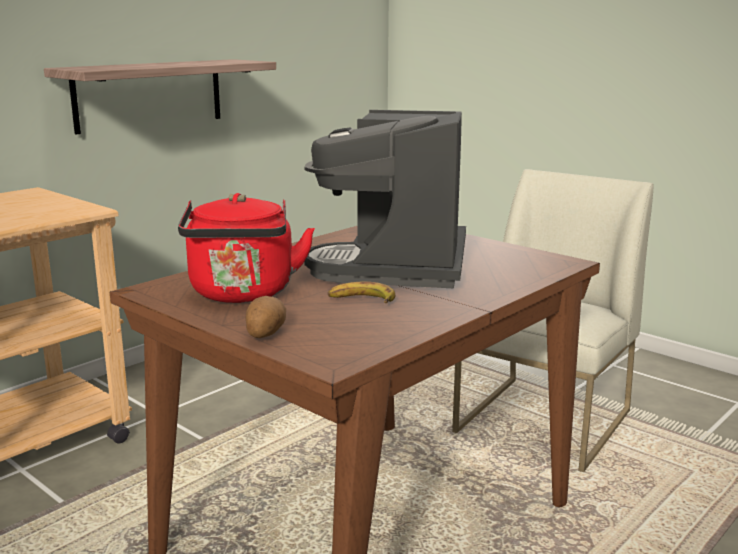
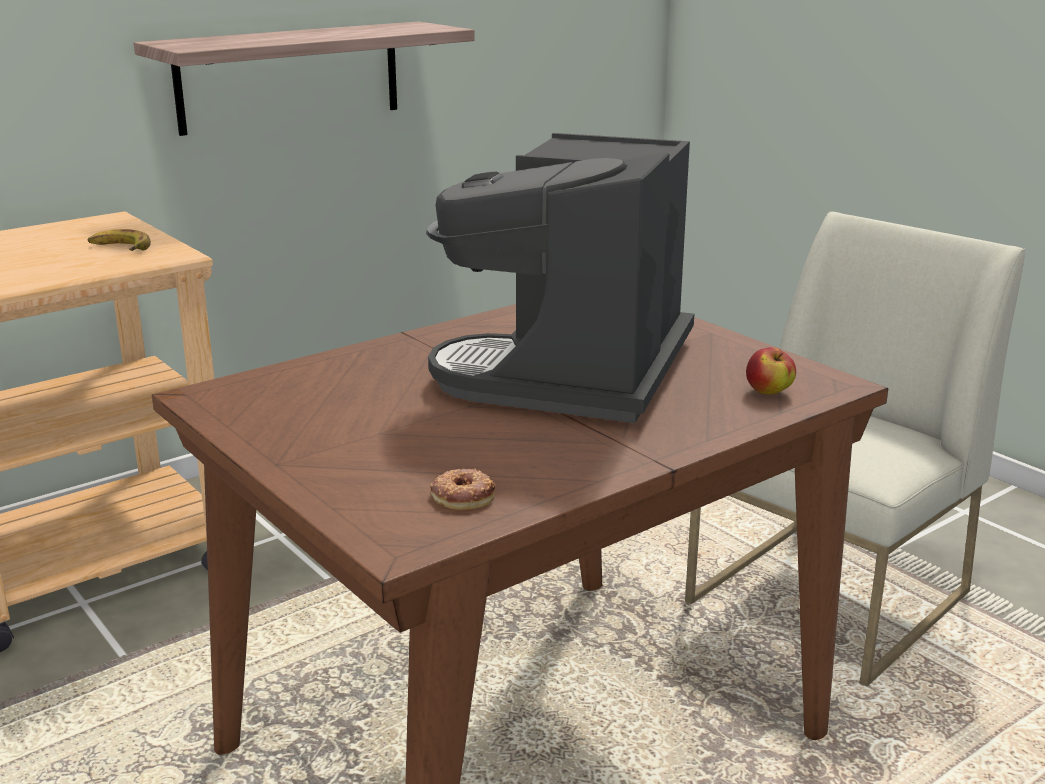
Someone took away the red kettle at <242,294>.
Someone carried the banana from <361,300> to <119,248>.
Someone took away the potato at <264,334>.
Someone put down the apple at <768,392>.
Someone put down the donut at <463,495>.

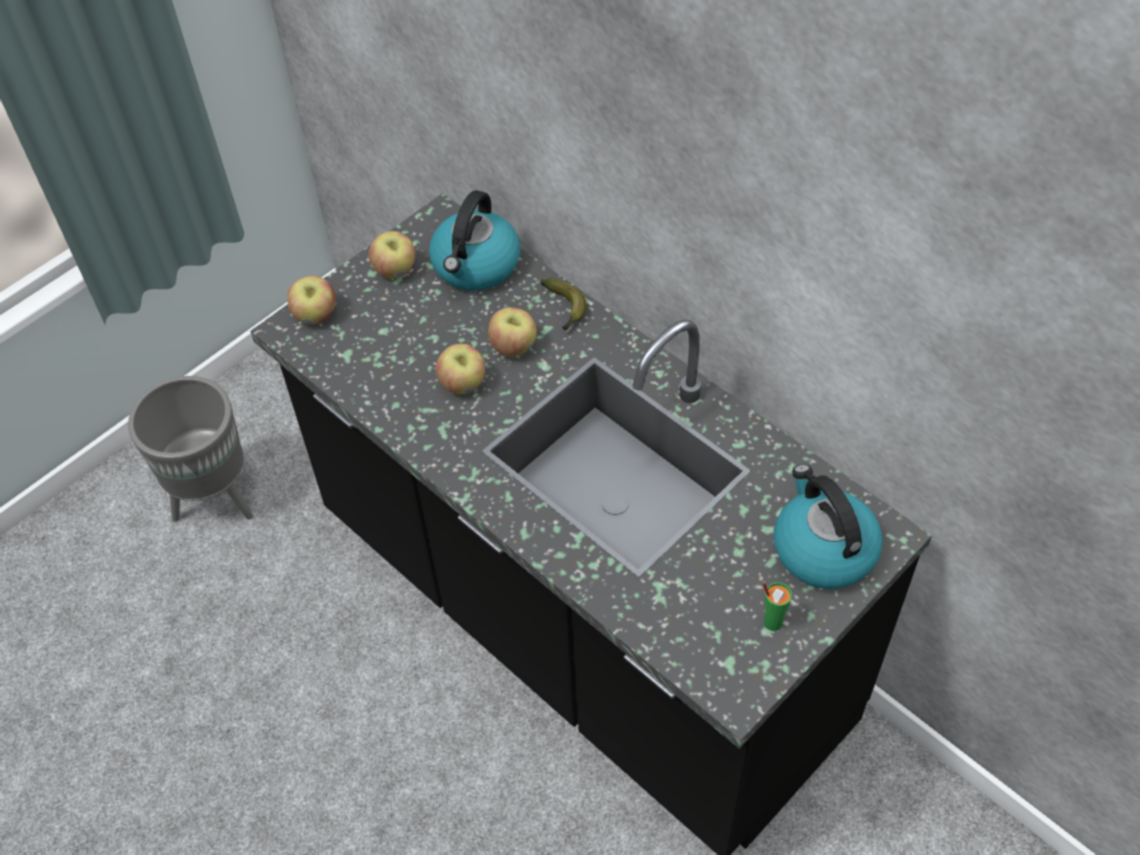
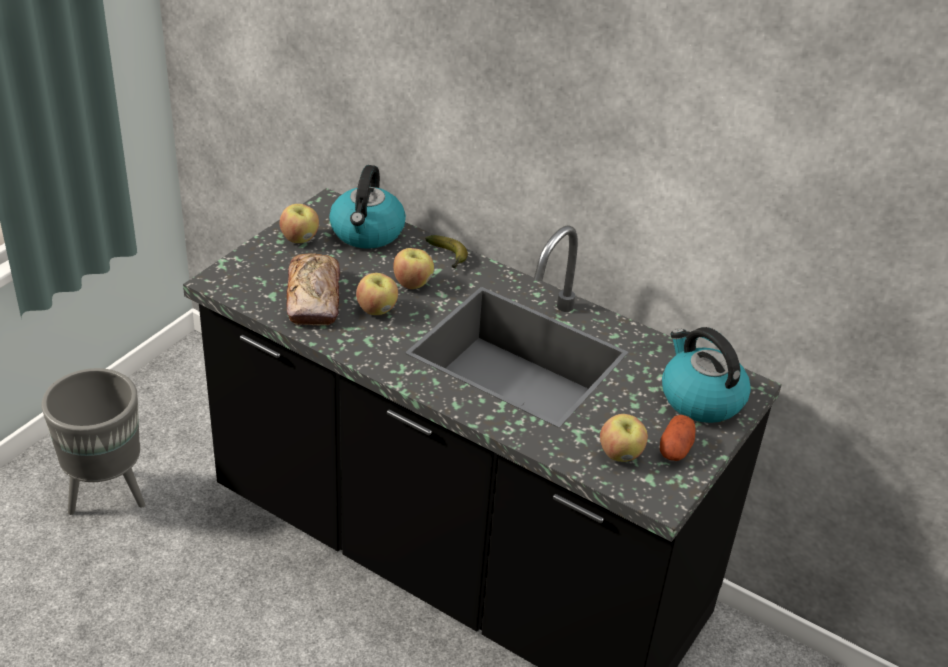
Someone carried the apple from <315,315> to <621,454>.
Someone swapped the green cup at <772,622> for the potato at <675,449>.
Someone put down the bread at <314,298>.

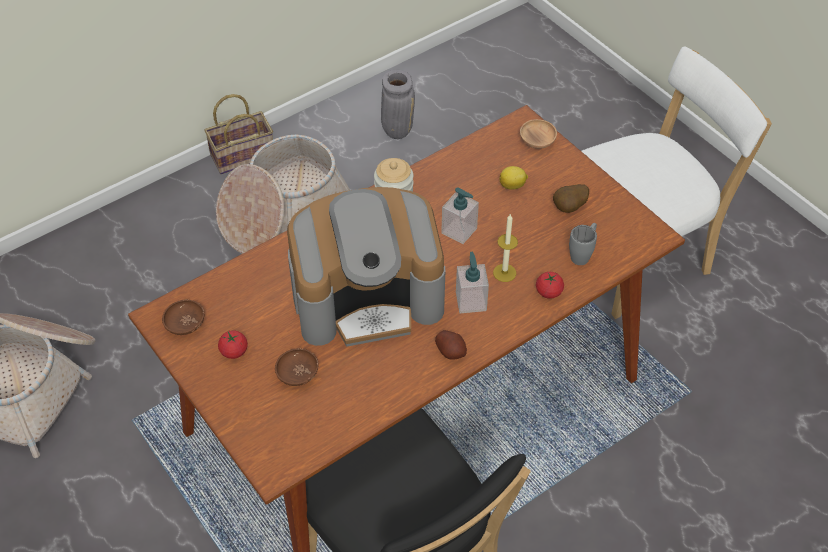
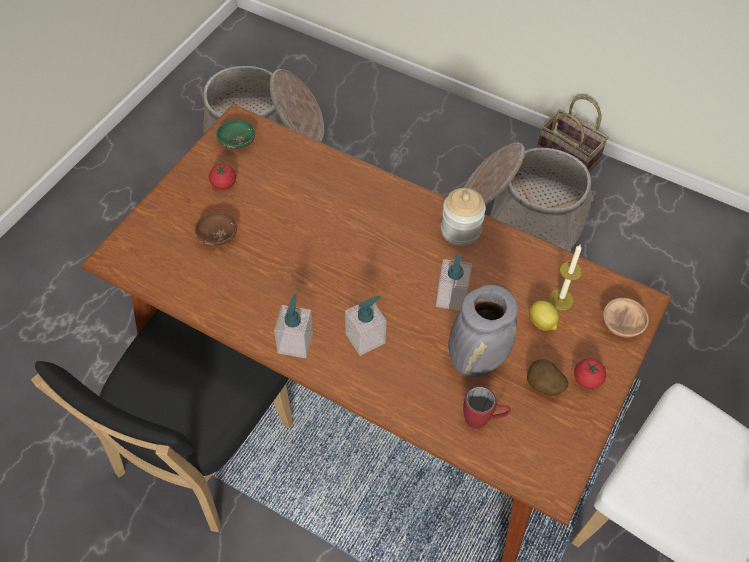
Someone carried the grey vase from <396,130> to <477,360>.
Someone took away the coffee machine at <368,297>.
Someone carried the candle from <504,273> to <561,299>.
Someone repainted the grey mug at <582,254>, which became the red mug at <483,420>.
Someone carried the tomato from <548,292> to <587,379>.
Someone repainted the brown bowl at <185,325>, which became the green bowl at <237,142>.
Someone swapped the potato at <451,351> for the soap dispenser at <295,343>.

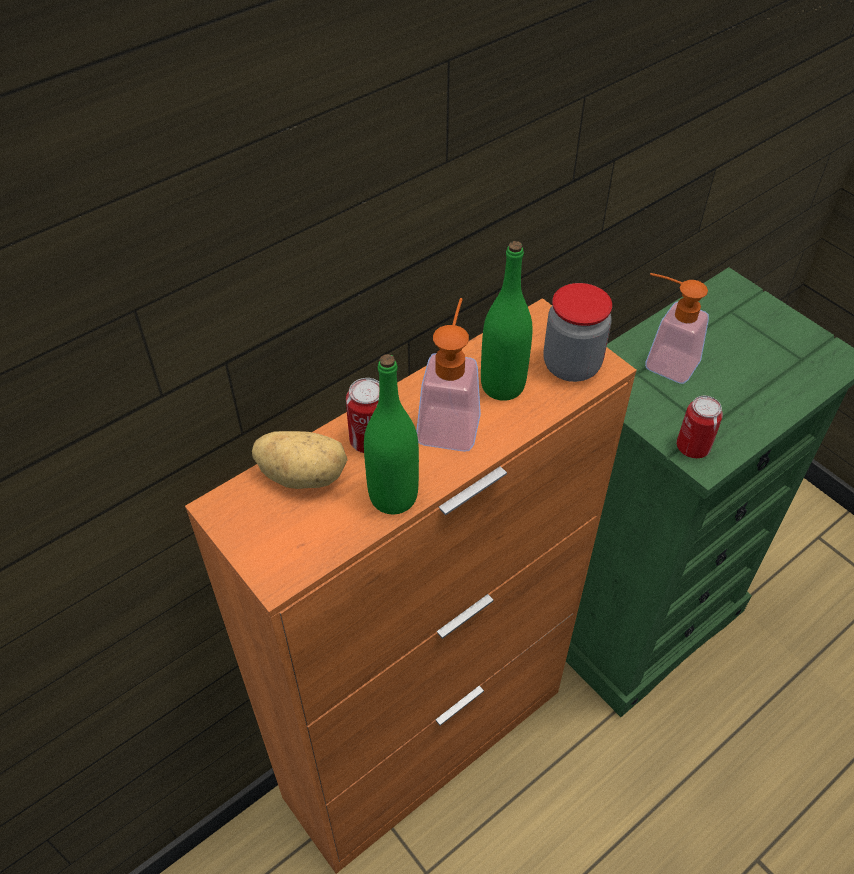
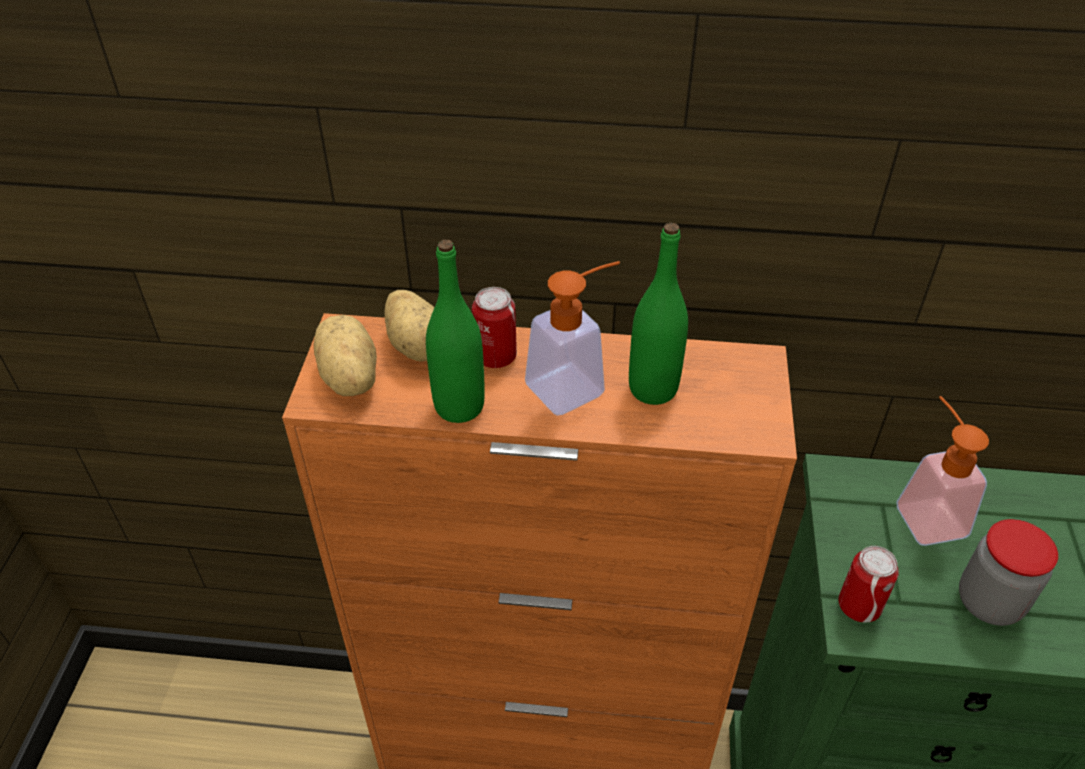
Someone carried the jar from <571,365> to <989,602>.
Someone put down the potato at <347,378>.

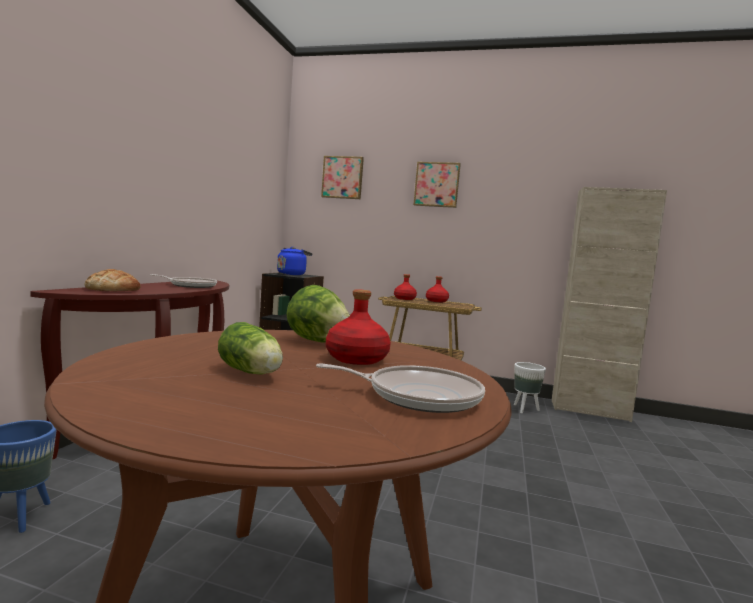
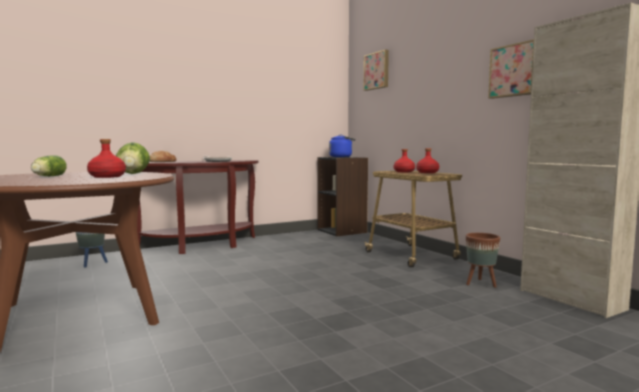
Someone carried the picture from <437,185> to <514,70>.
Someone repainted the white planter at <524,409>, which became the brown planter at <481,284>.
Someone took away the frying pan at <418,396>.

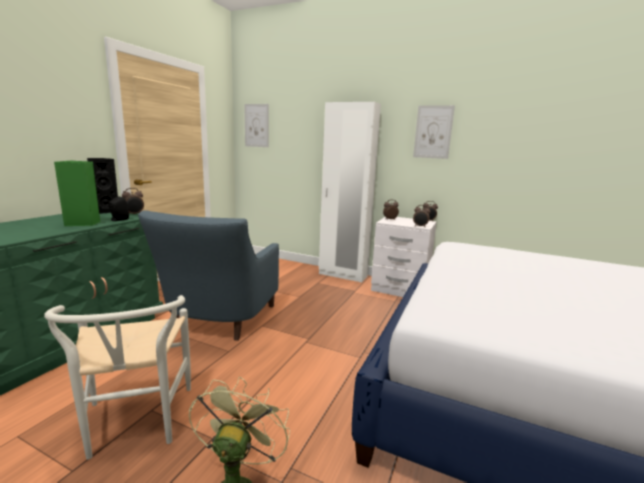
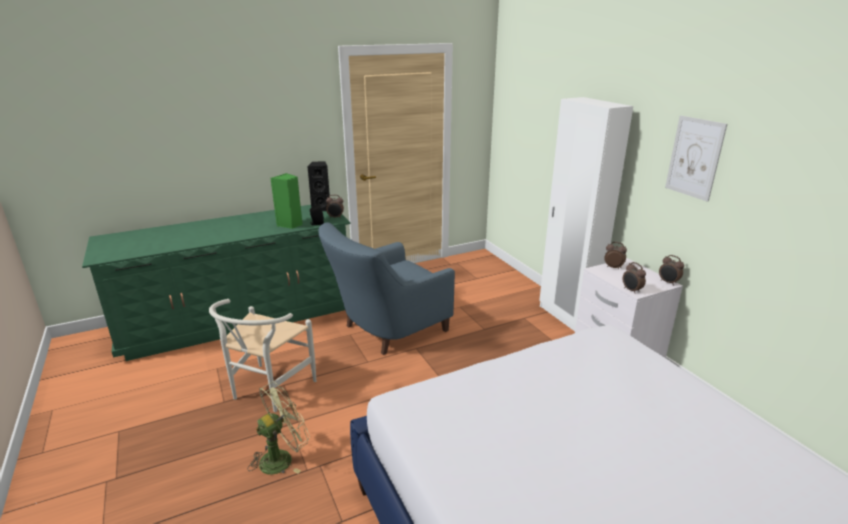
Someone took away the picture at <256,125>.

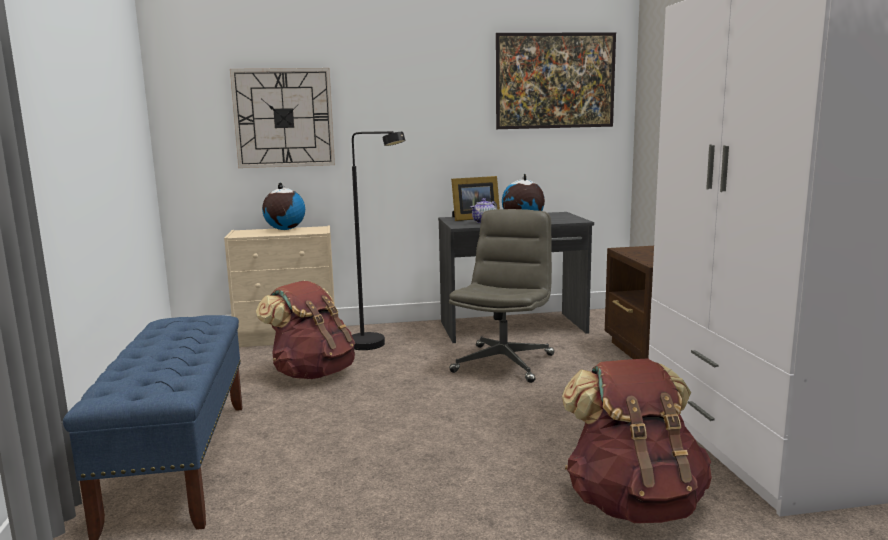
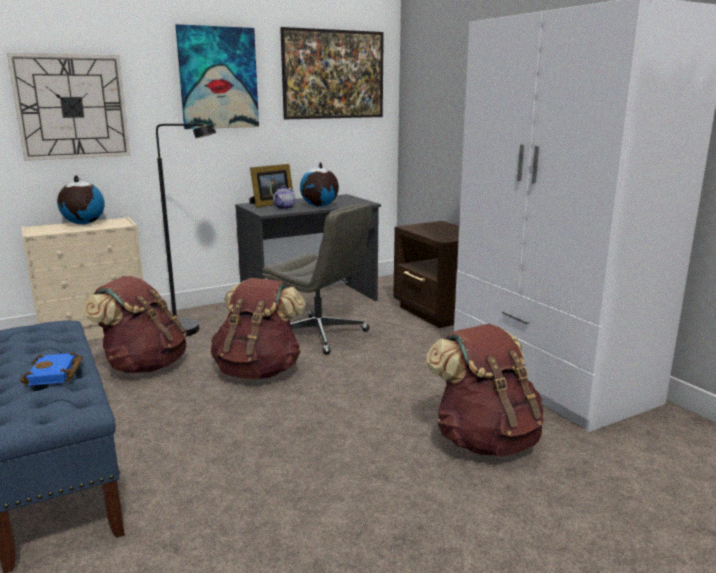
Someone rotated the grey office chair at <503,363> by 120 degrees clockwise.
Someone put up the picture at <218,78>.
Someone put down the brown backpack at <259,371>.
Someone put down the blue book at <55,374>.

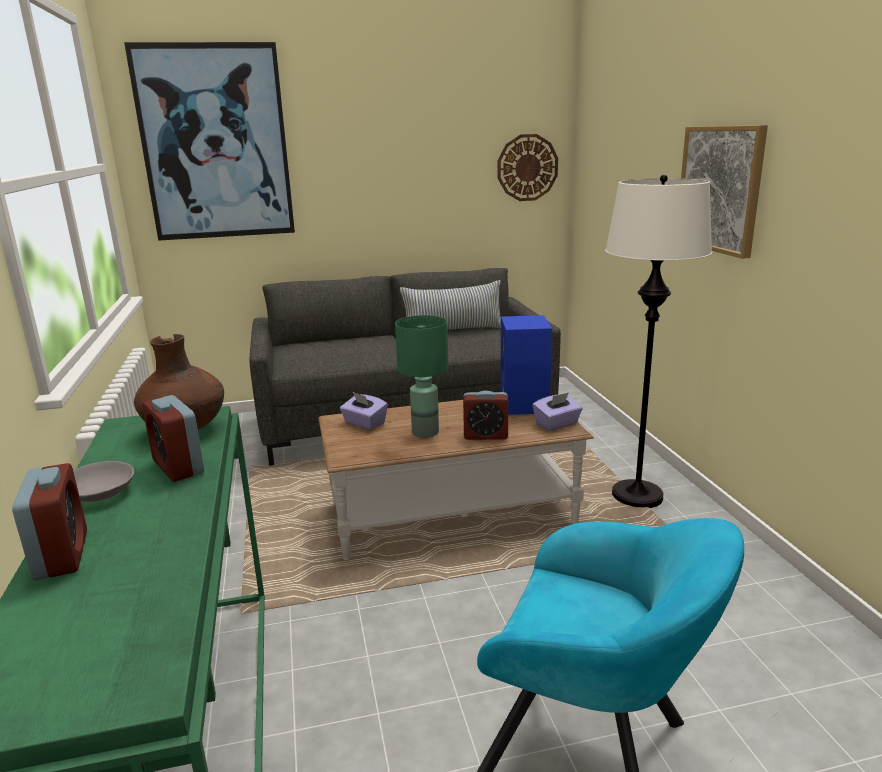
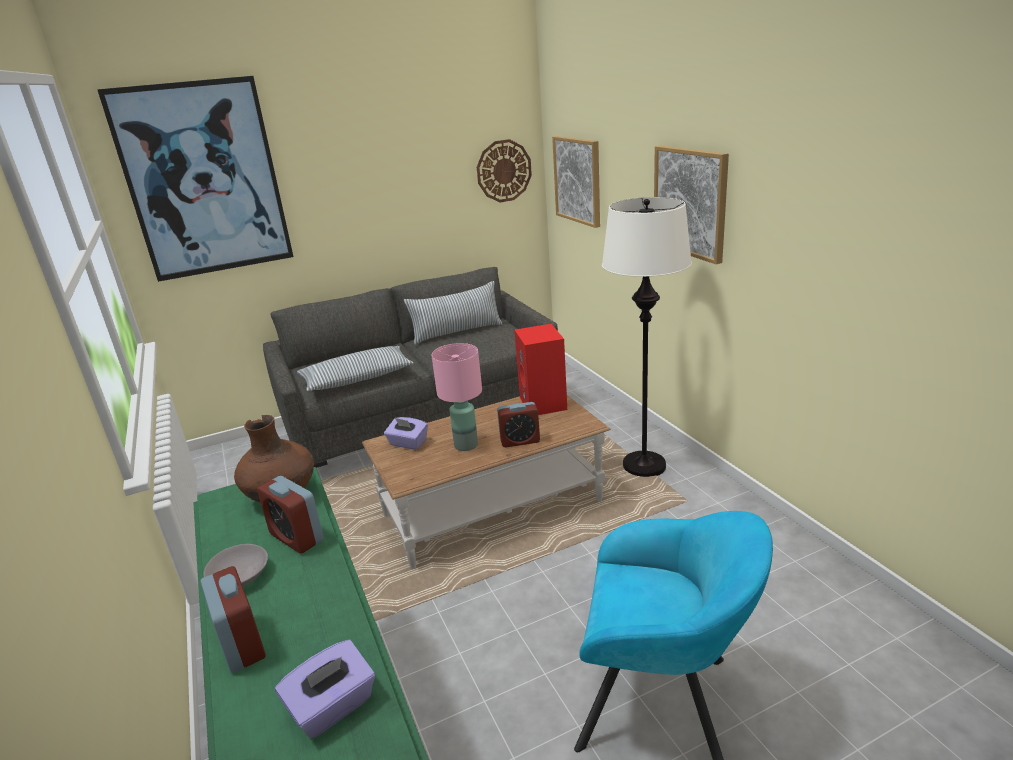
Someone repainted the green table lamp at <424,432>, which became the pink table lamp at <465,445>.
Someone repainted the blue speaker at <525,405>, which became the red speaker at <544,404>.
Someone carried the purple tissue box from <557,424> to <333,707>.
Someone put up the picture at <578,180>.
Someone put down the pillow at <357,378>.

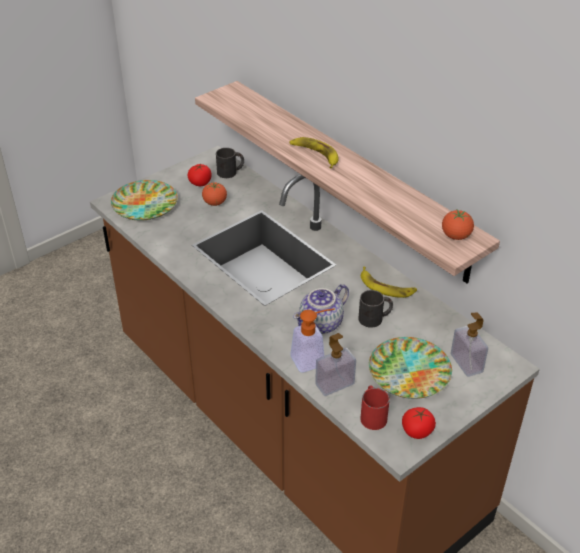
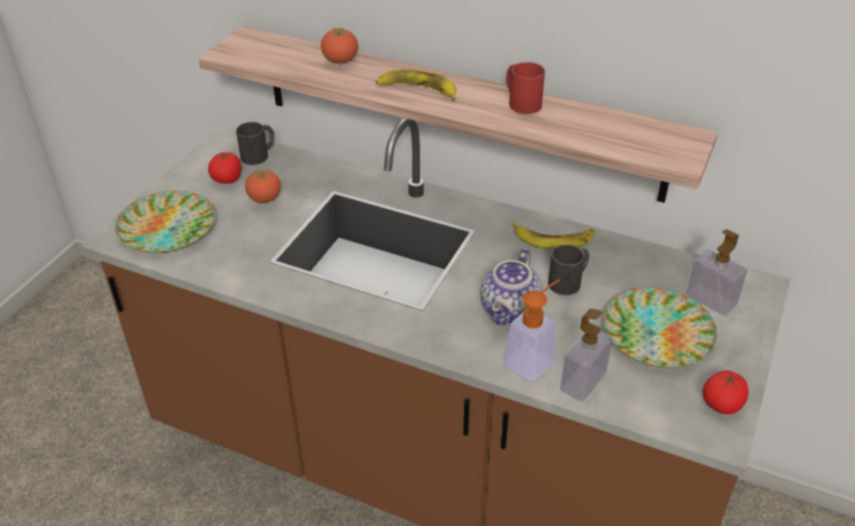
Someone carried the tomato from <456,236> to <340,61>.
Someone carried the red mug from <372,414> to <520,102>.

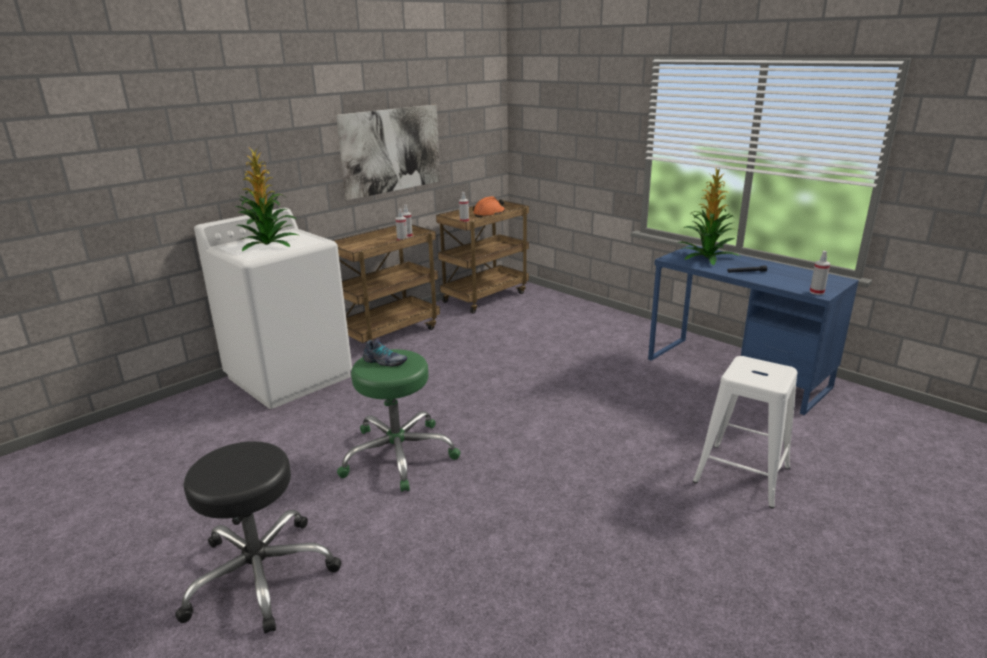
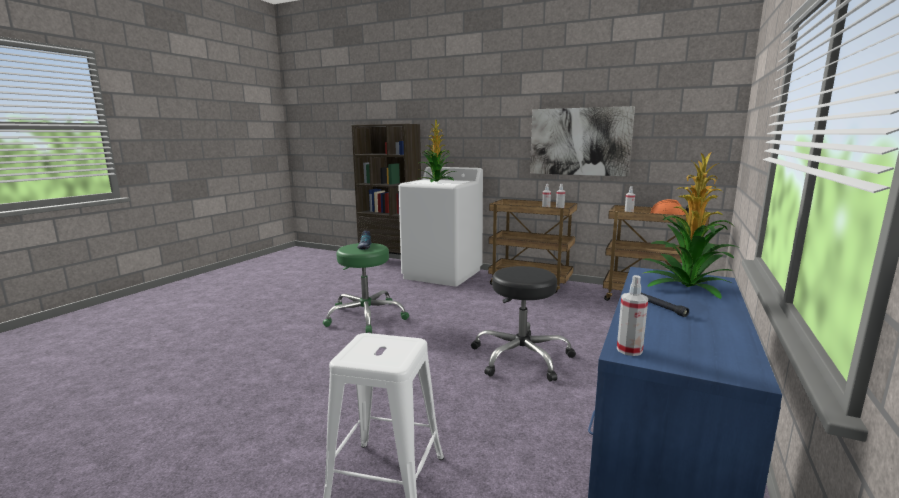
Someone carried the black stool from <261,574> to <522,357>.
Someone put down the brown bookcase at <391,262>.

